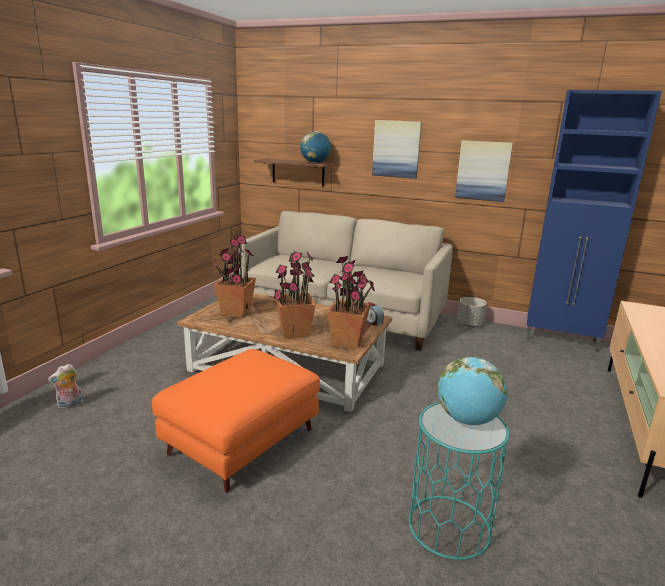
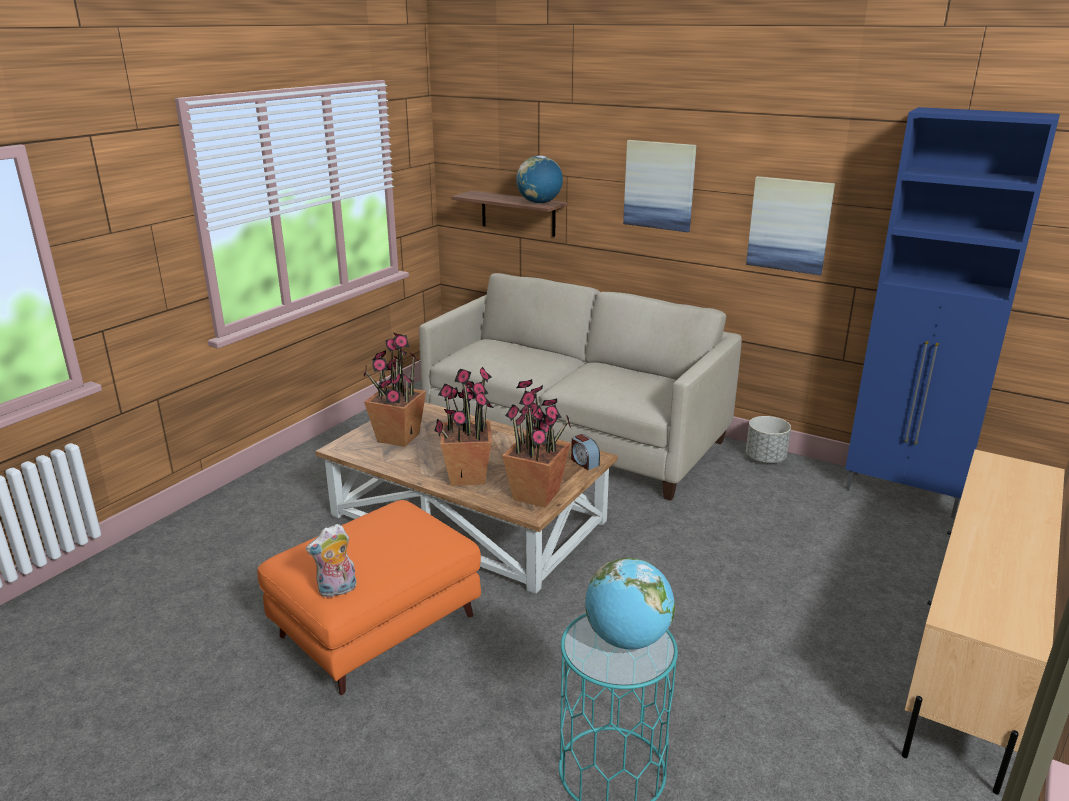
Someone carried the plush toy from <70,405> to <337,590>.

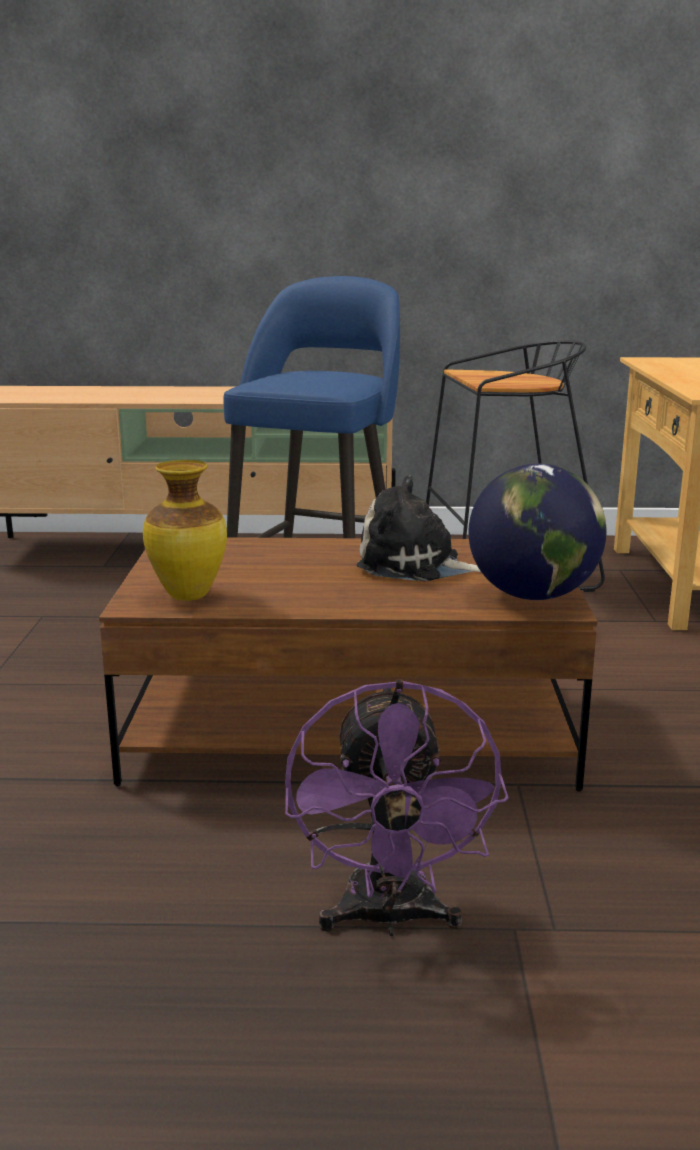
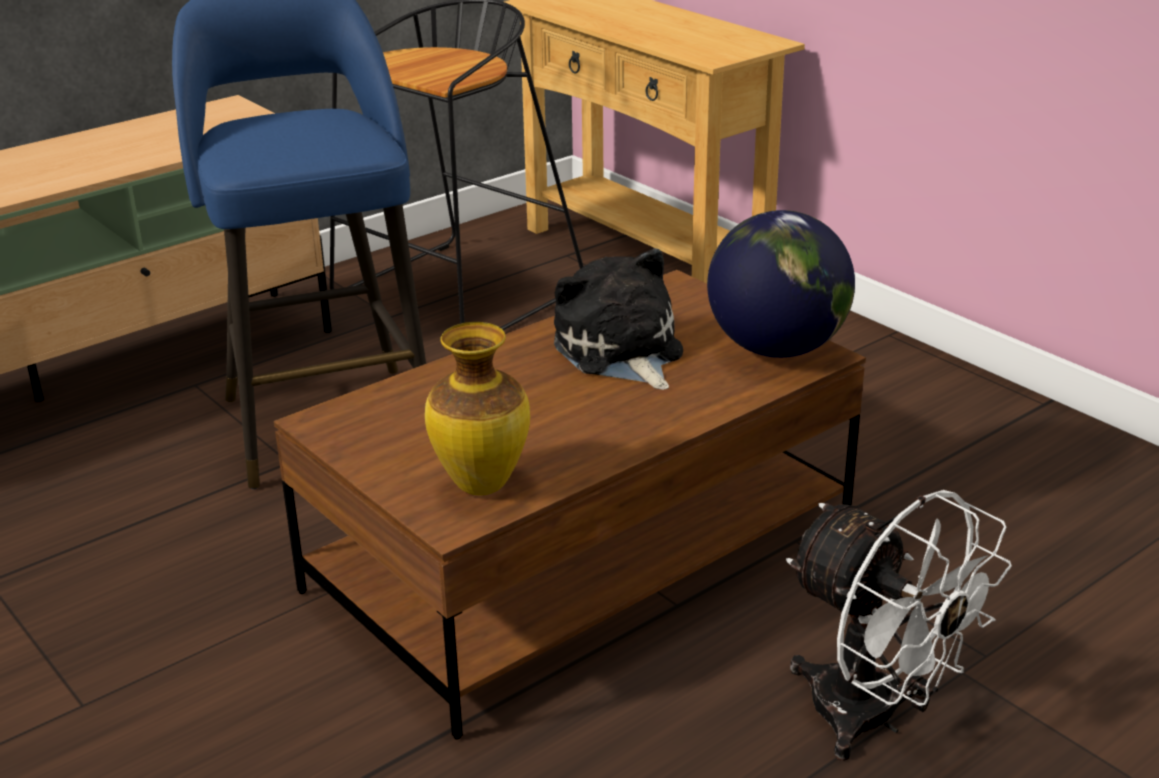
Someone rotated the plush toy at <415,565> by 90 degrees clockwise.
Someone repainted the purple fan at <389,919>, which became the white fan at <874,719>.

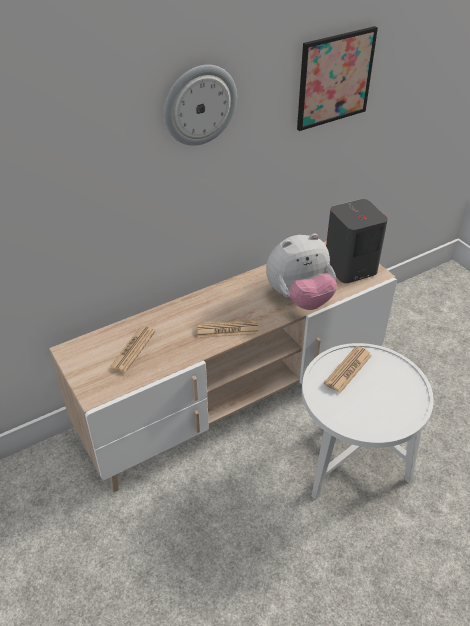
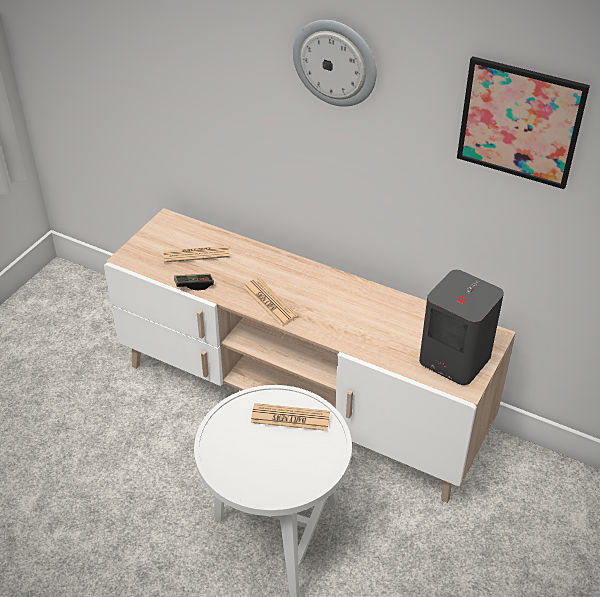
Someone took away the plush toy at <299,298>.
Someone put down the game controller at <194,285>.

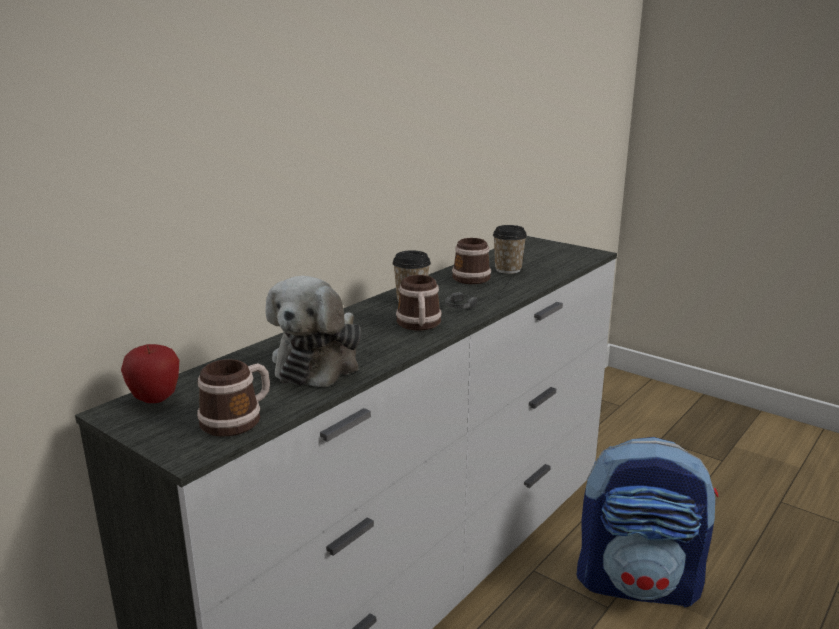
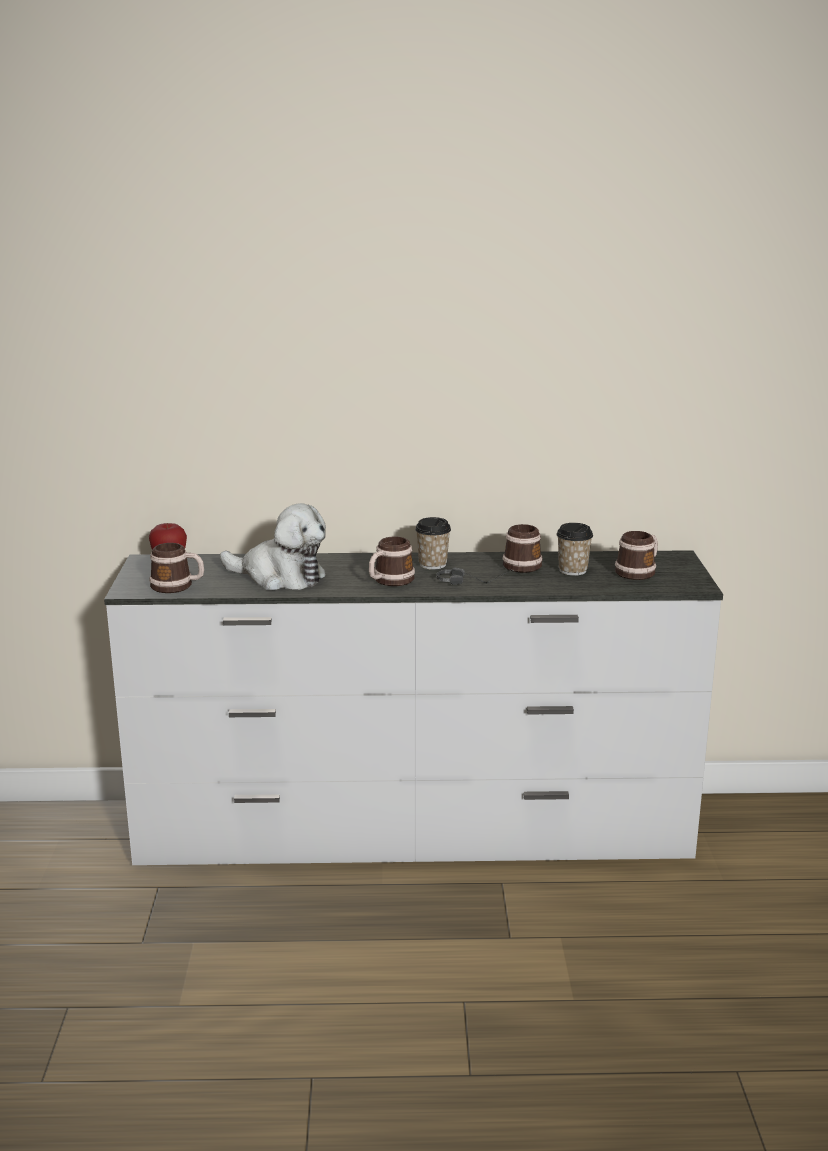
Someone rotated the plush toy at <319,362> by 135 degrees counterclockwise.
Someone took away the backpack at <638,583>.
Someone put down the mug at <638,571>.

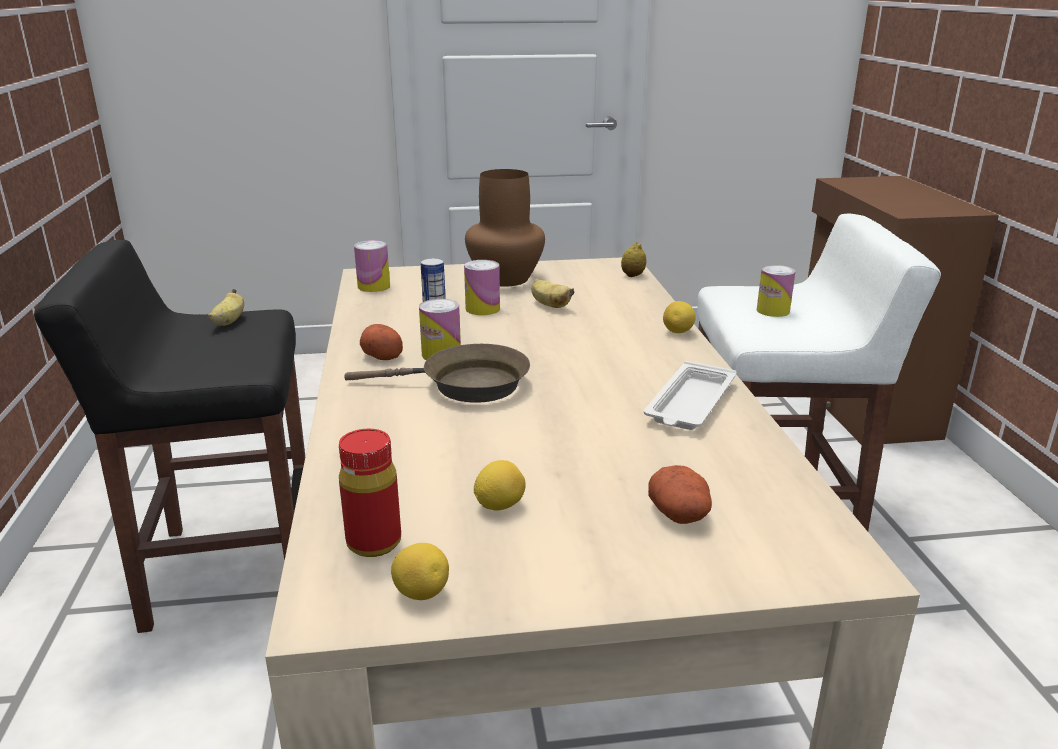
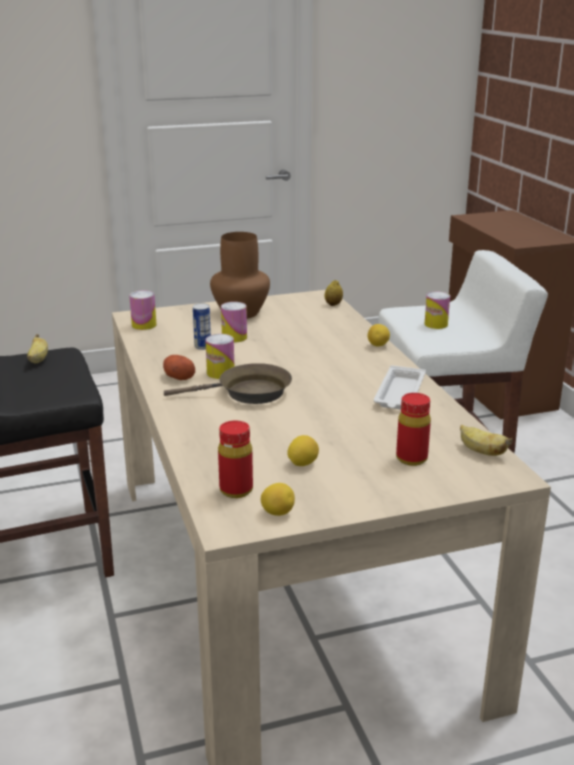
Someone carried the banana from <549,305> to <481,452>.
Someone swapped the potato at <680,514> for the red bottle at <411,458>.

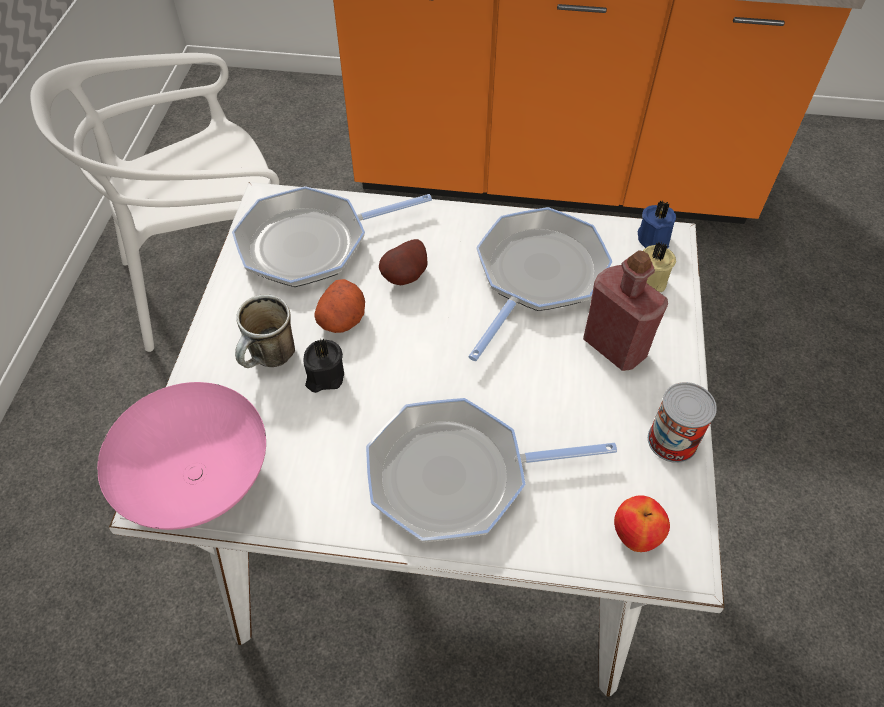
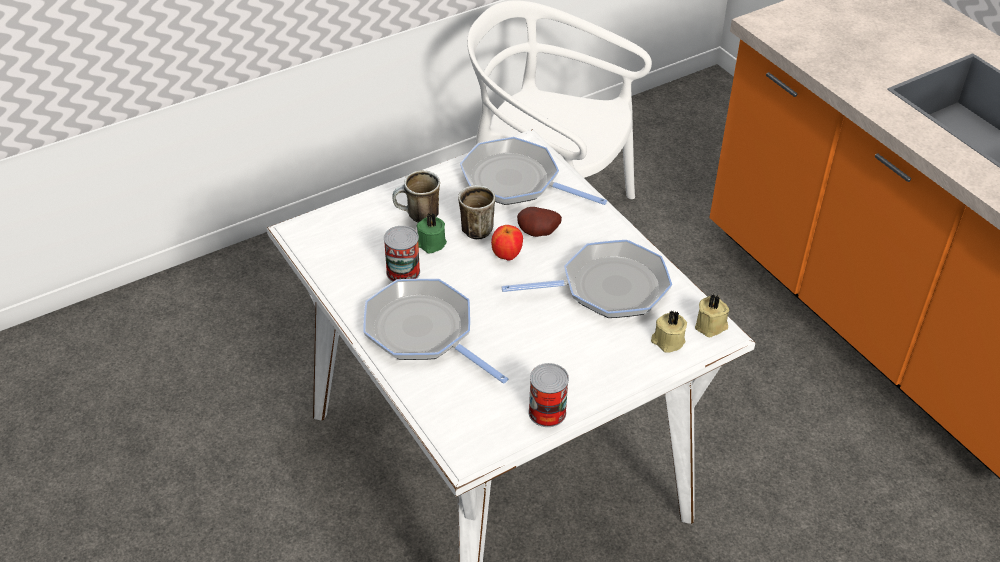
Someone repainted the blue candle at <654,237>, which became the beige candle at <711,326>.
Someone took away the red bottle at <614,346>.
Someone swapped the potato at <342,319> for the mug at <476,227>.
Someone repainted the black candle at <324,376>, which became the green candle at <430,243>.
Someone took away the pink bowl at <196,481>.
Someone carried the apple from <635,536> to <506,256>.
Someone put down the can at <403,272>.

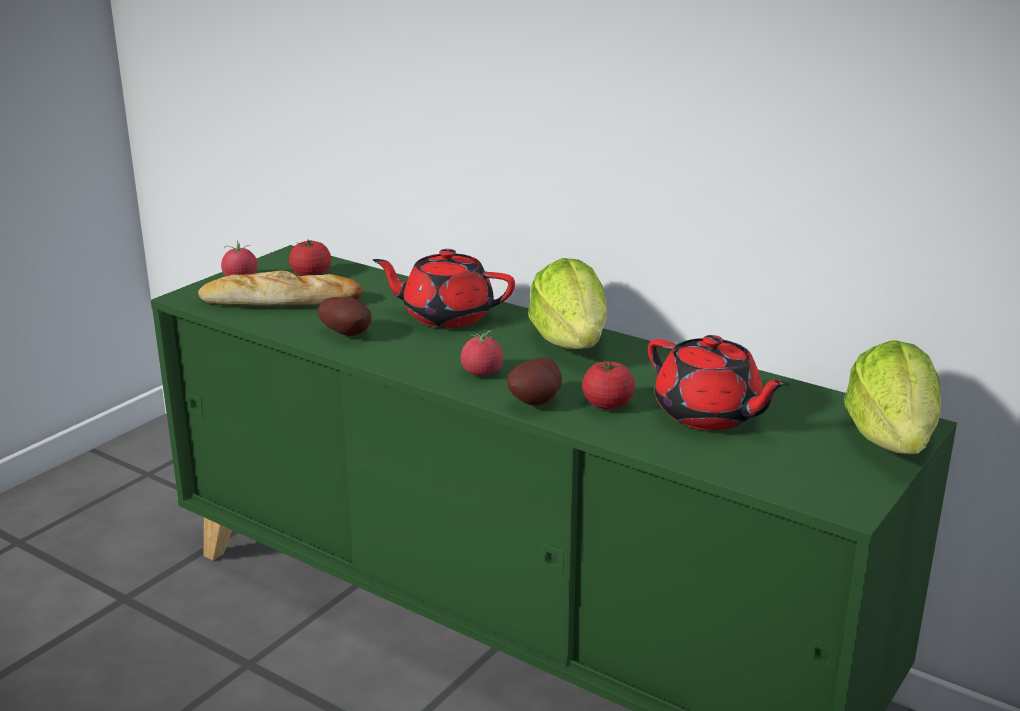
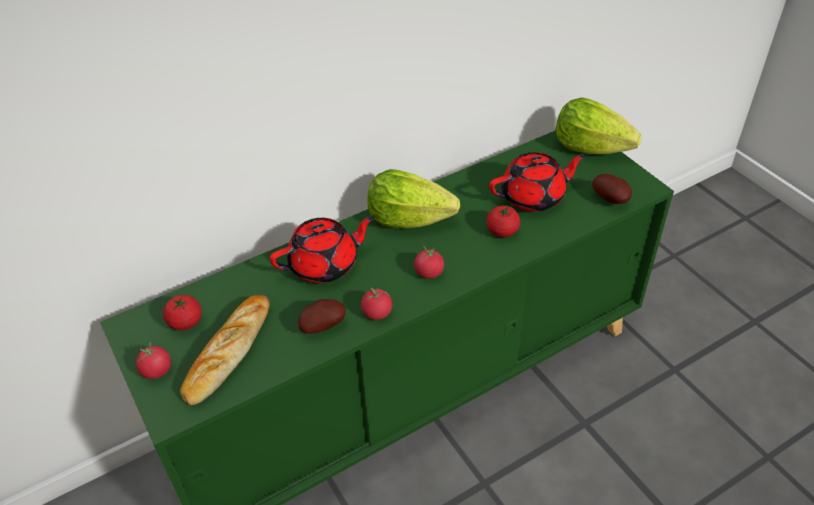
Someone rotated the red teapot at <446,316> by 150 degrees counterclockwise.
Someone carried the potato from <537,403> to <611,200>.
Someone put down the tomato at <377,313>.

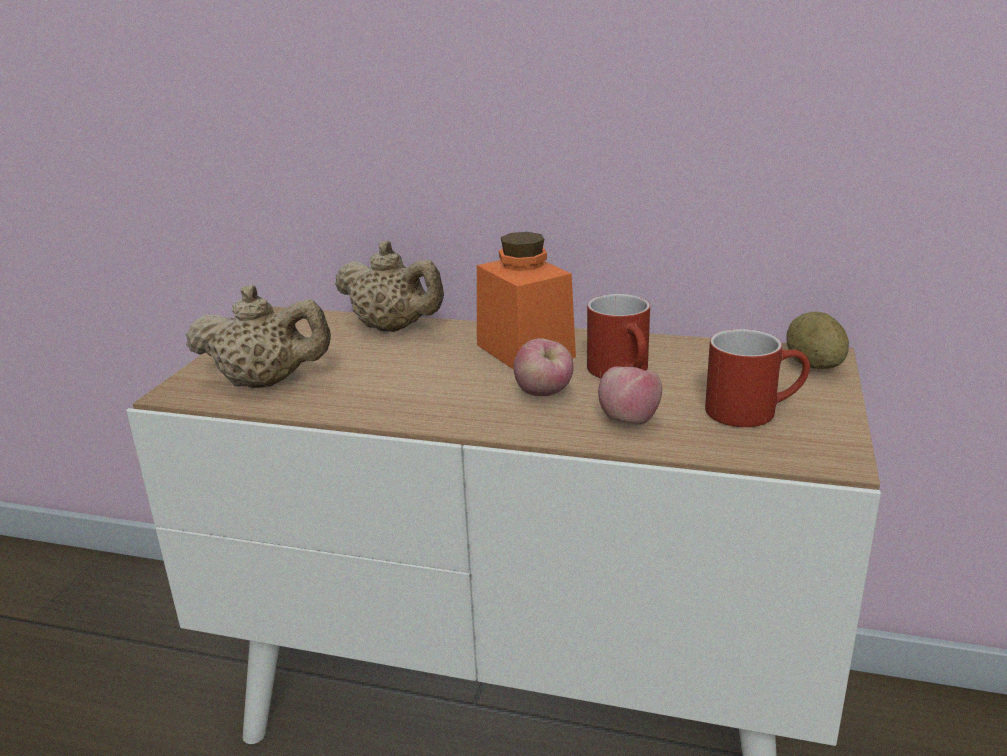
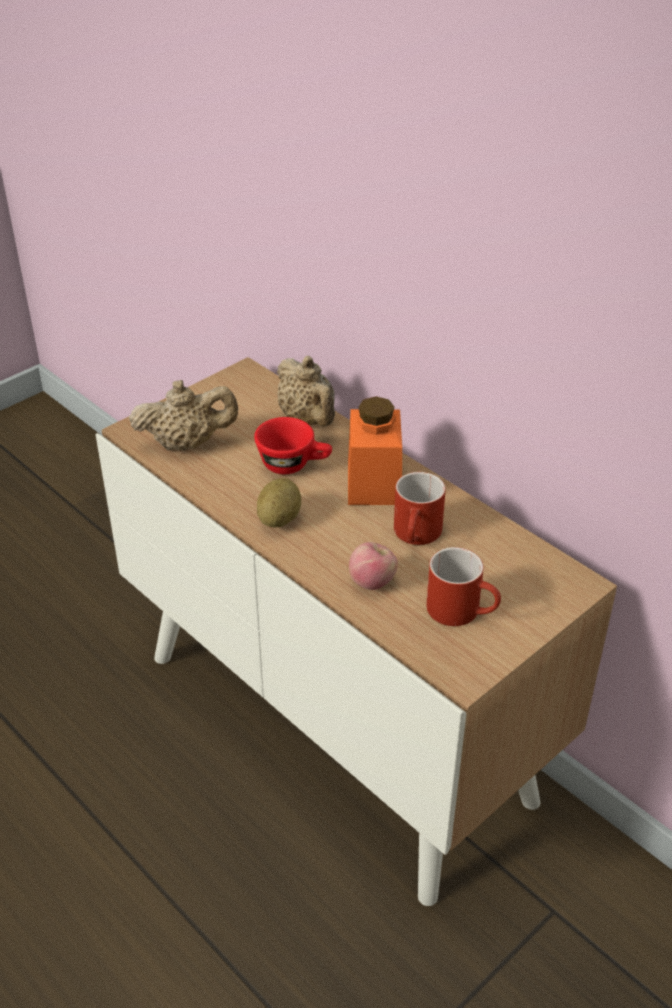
Someone rotated the beige teapot at <266,382> by 45 degrees counterclockwise.
Someone carried the potato from <814,365> to <279,519>.
Someone took away the apple at <544,394>.
Someone put down the red cup at <294,464>.

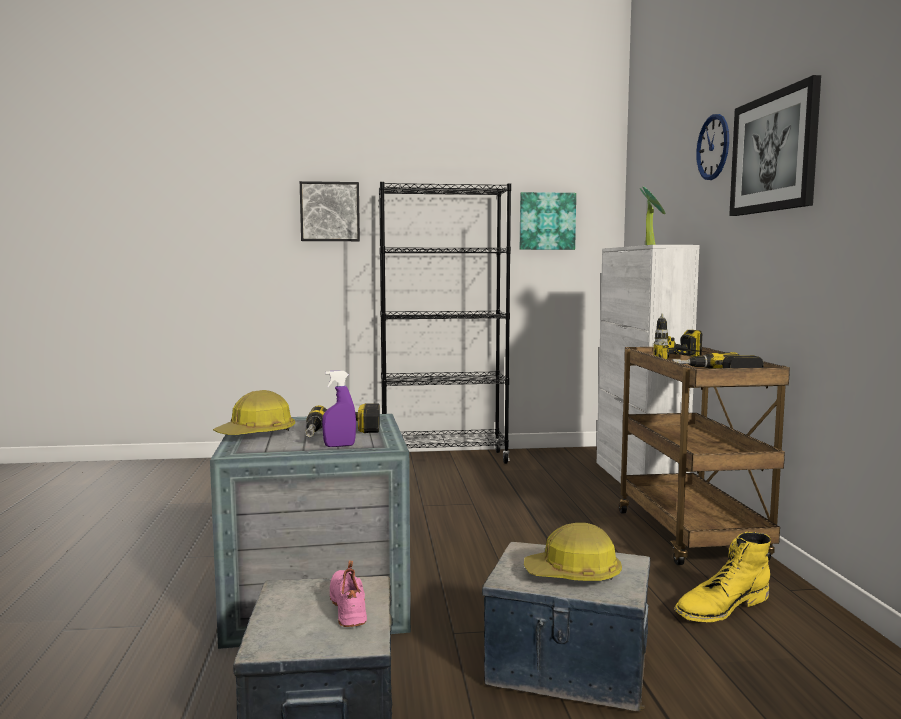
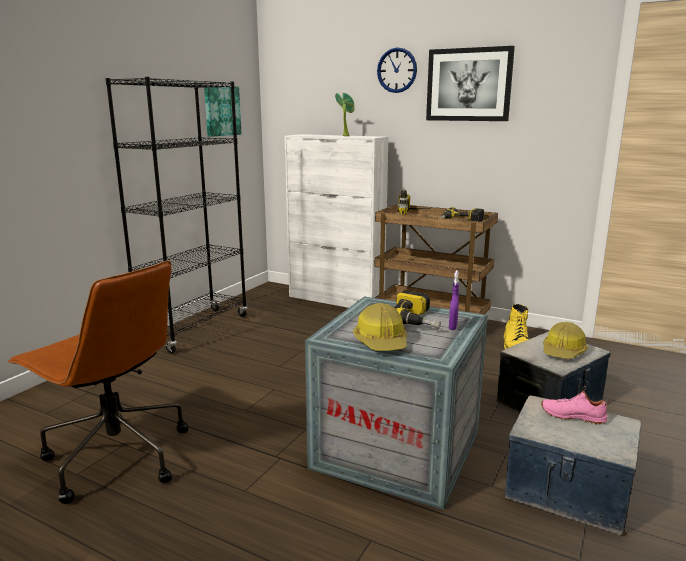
Someone took away the picture at <330,212>.
Someone put down the brown office chair at <115,457>.

